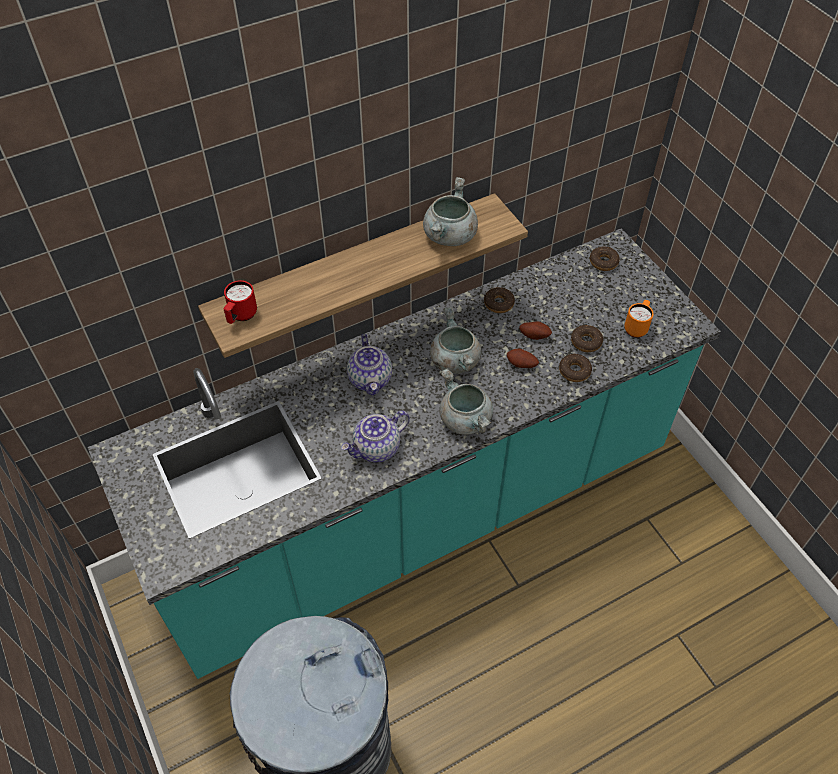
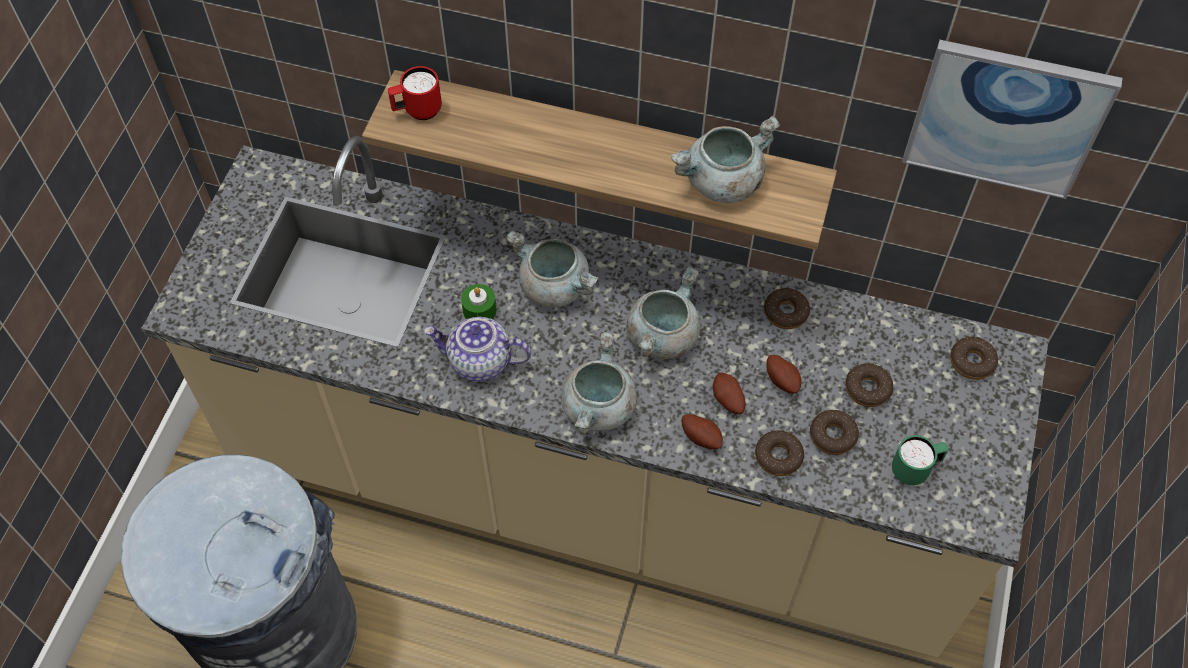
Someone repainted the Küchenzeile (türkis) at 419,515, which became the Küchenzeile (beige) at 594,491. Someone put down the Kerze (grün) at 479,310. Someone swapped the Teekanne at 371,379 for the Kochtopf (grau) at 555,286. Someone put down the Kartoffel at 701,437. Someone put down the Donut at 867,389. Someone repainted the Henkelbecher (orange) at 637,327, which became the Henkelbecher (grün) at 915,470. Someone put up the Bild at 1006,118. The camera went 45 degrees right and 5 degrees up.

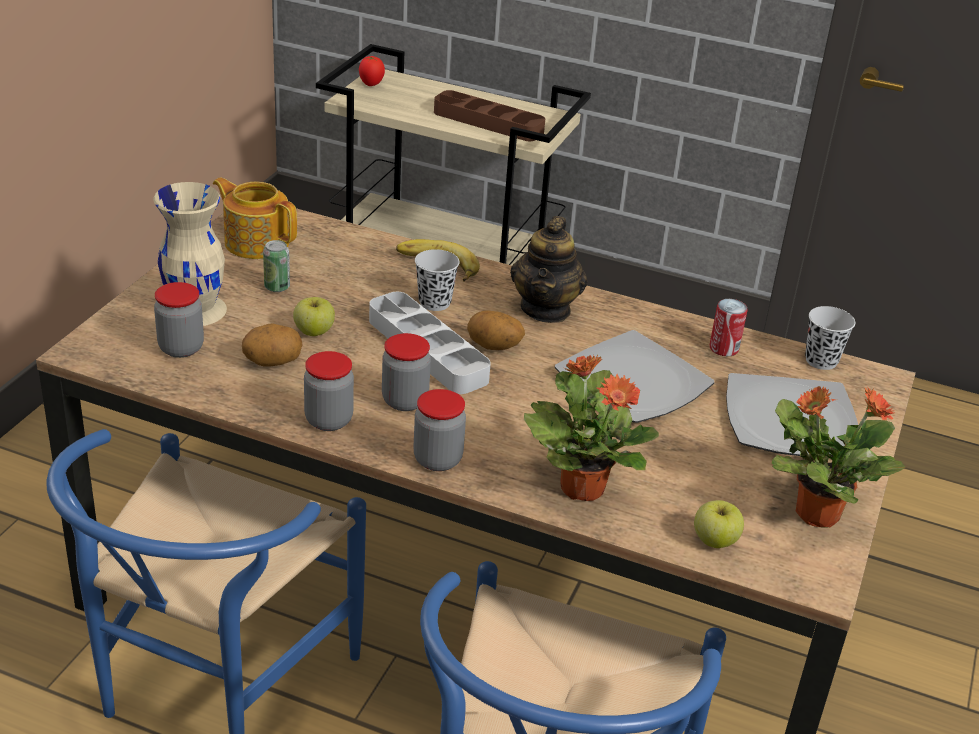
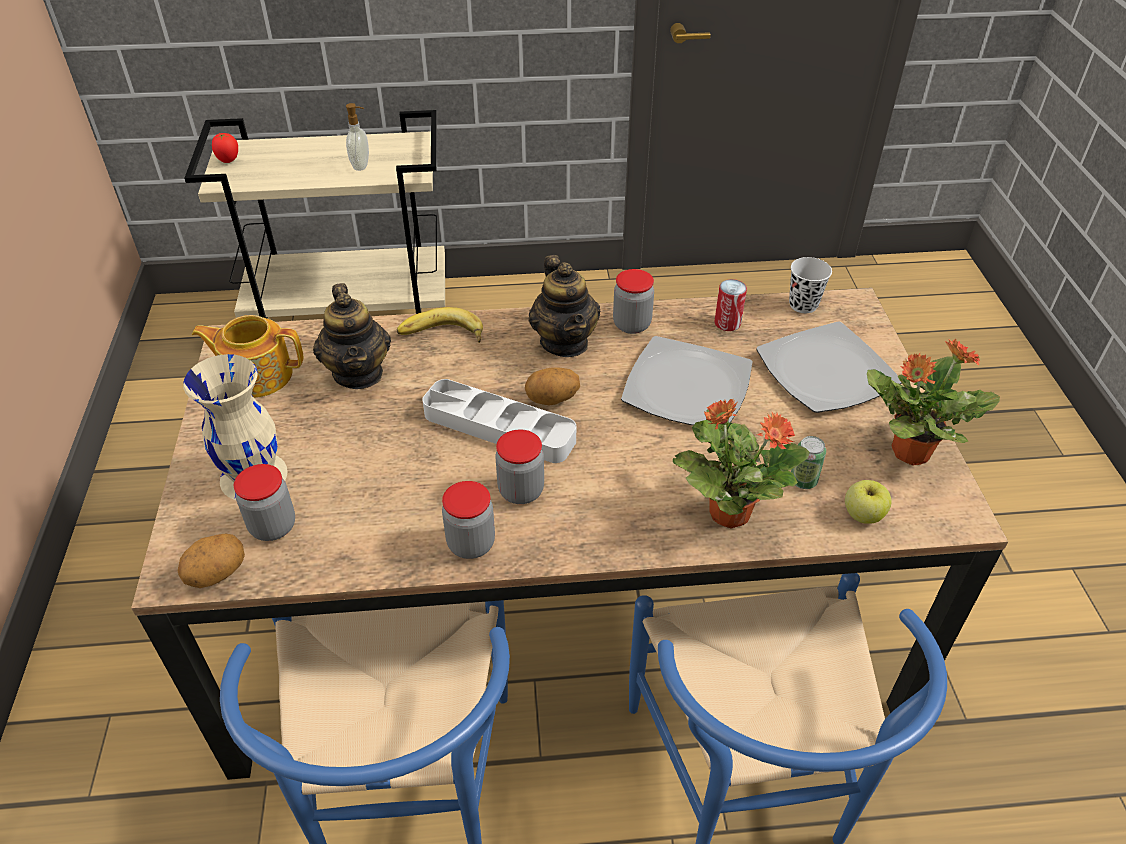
Someone carried the Kartoffel from 272,362 to 217,574. Someone put down the Teekanne at 358,373. Someone swapped the Tablett (braun) at 488,122 for the Seifenspender at 361,165. Someone carried the Vorratsglas from 437,459 to 631,324. Someone carried the Dose from 277,287 to 803,480. Someone took away the Apfel at 314,331. Someone took away the Tasse (schwarz) at 434,303. The camera went 25 degrees left and 10 degrees up.

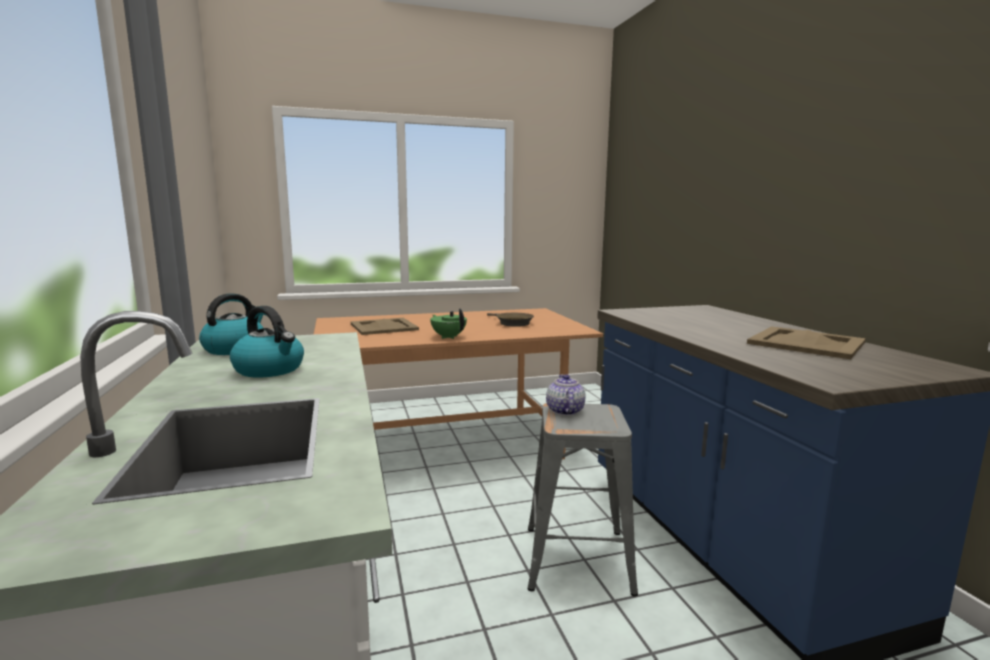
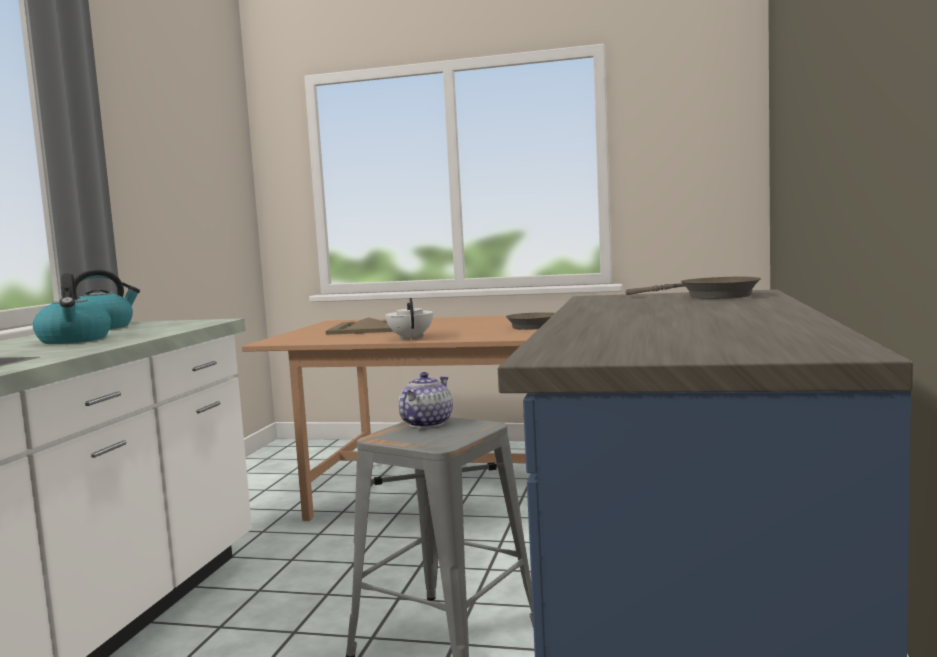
Someone repainted the Teekanne (grün) at 448,337, which became the Teekanne (weiß) at 411,338. Someone put down the Pfanne (braun) at 712,296. Someone took away the Tablett (beige) at 807,343. The camera went 30 degrees right and 5 degrees down.

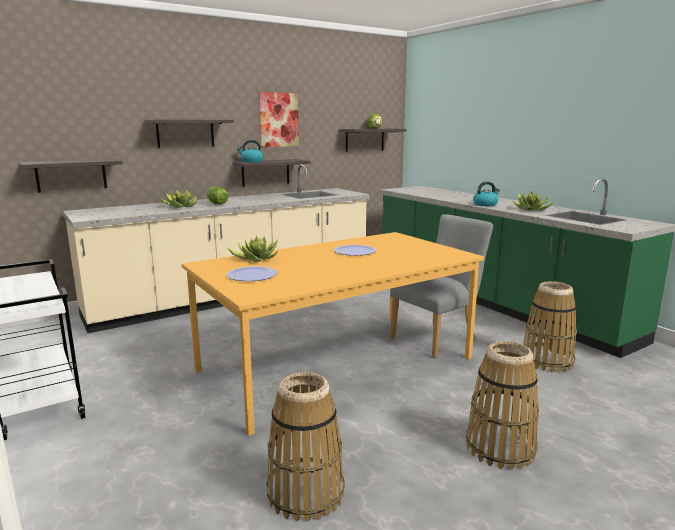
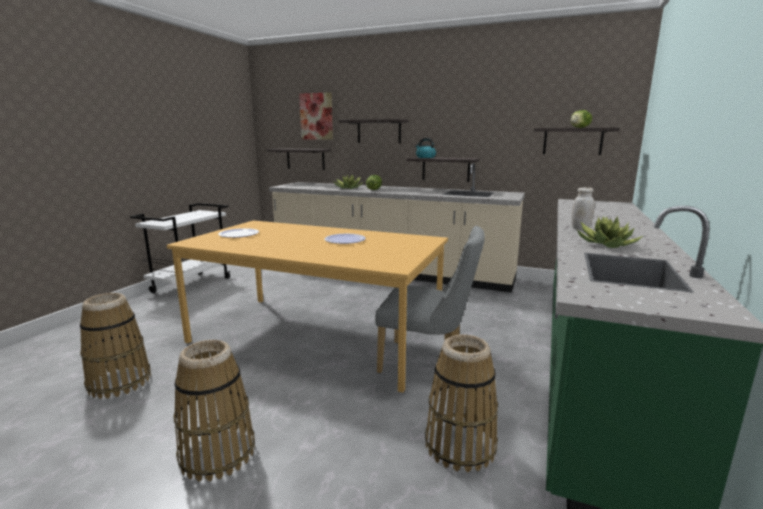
Someone carried the Bild from 278,120 to 316,116. Someone swapped the Wasserkessel at 485,204 for the Vorratsglas (weiß) at 580,228. Someone took away the Topfpflanze at 255,258. The camera went 55 degrees right and 0 degrees up.

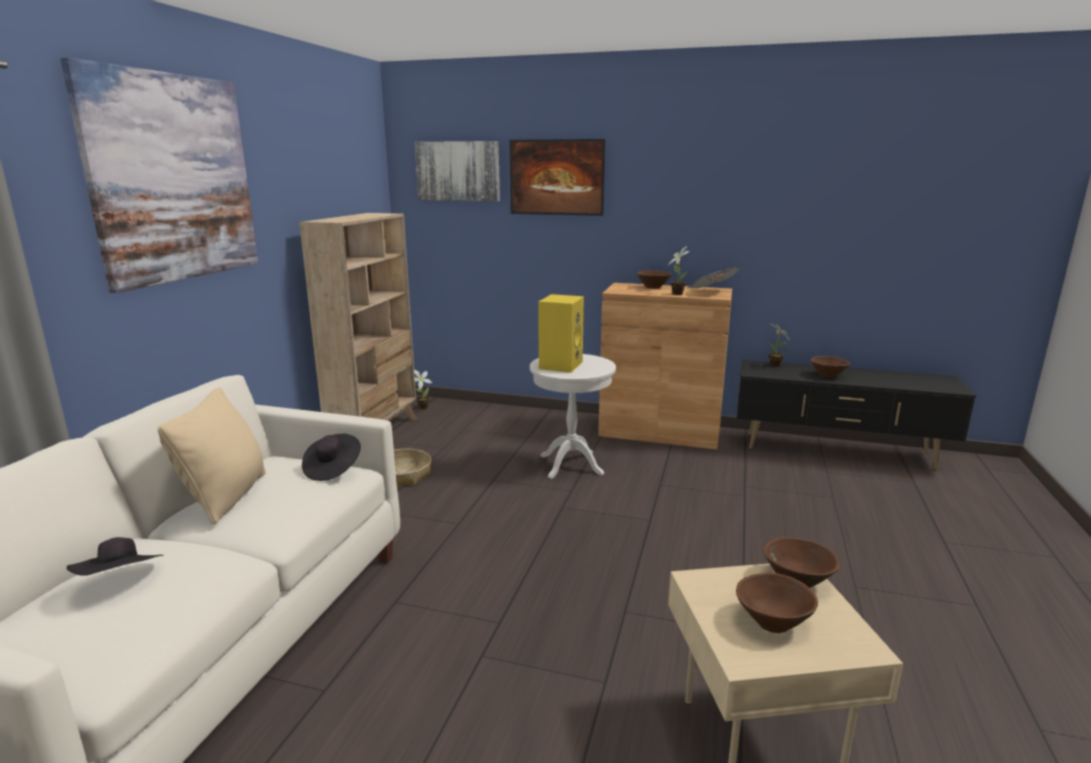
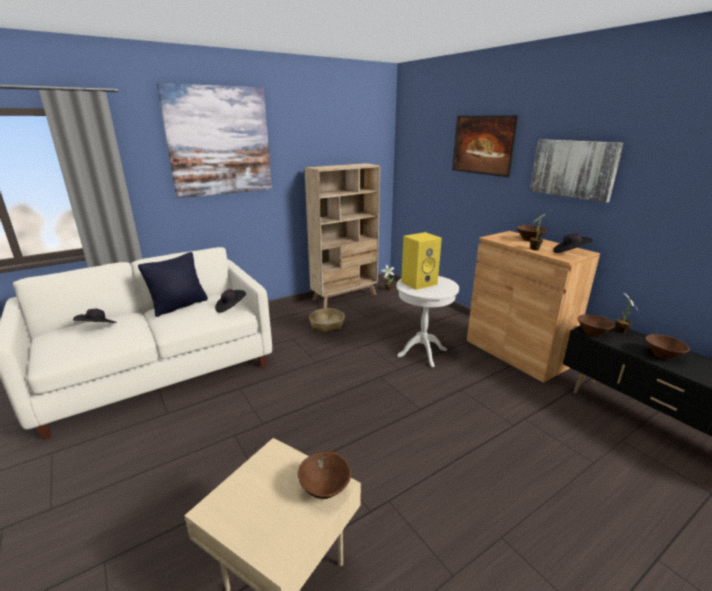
Someone repainted the Kissen (beige) at 226,497, which became the Kissen (schwarz) at 179,306. Someone carried the Bild from 458,171 to 573,169. Someone swapped the Zeitung at 711,292 for the Hut (schwarz) at 569,253. Someone carried the Schüssel (braun) from 773,622 to 593,333. The camera went 40 degrees right and 5 degrees up.

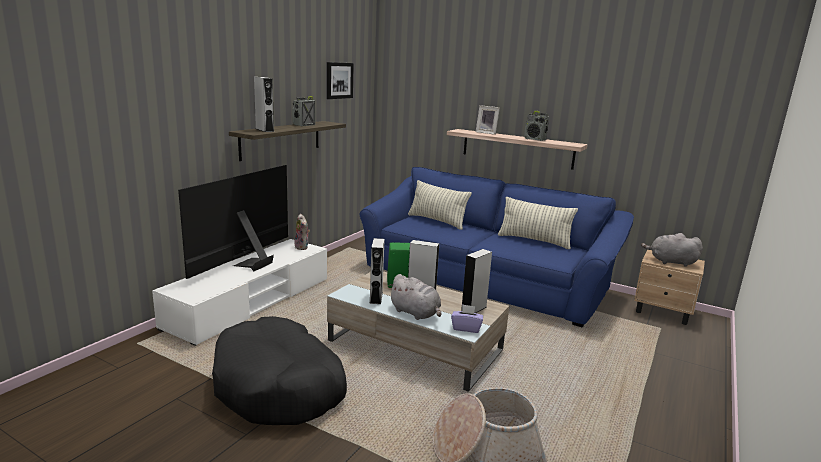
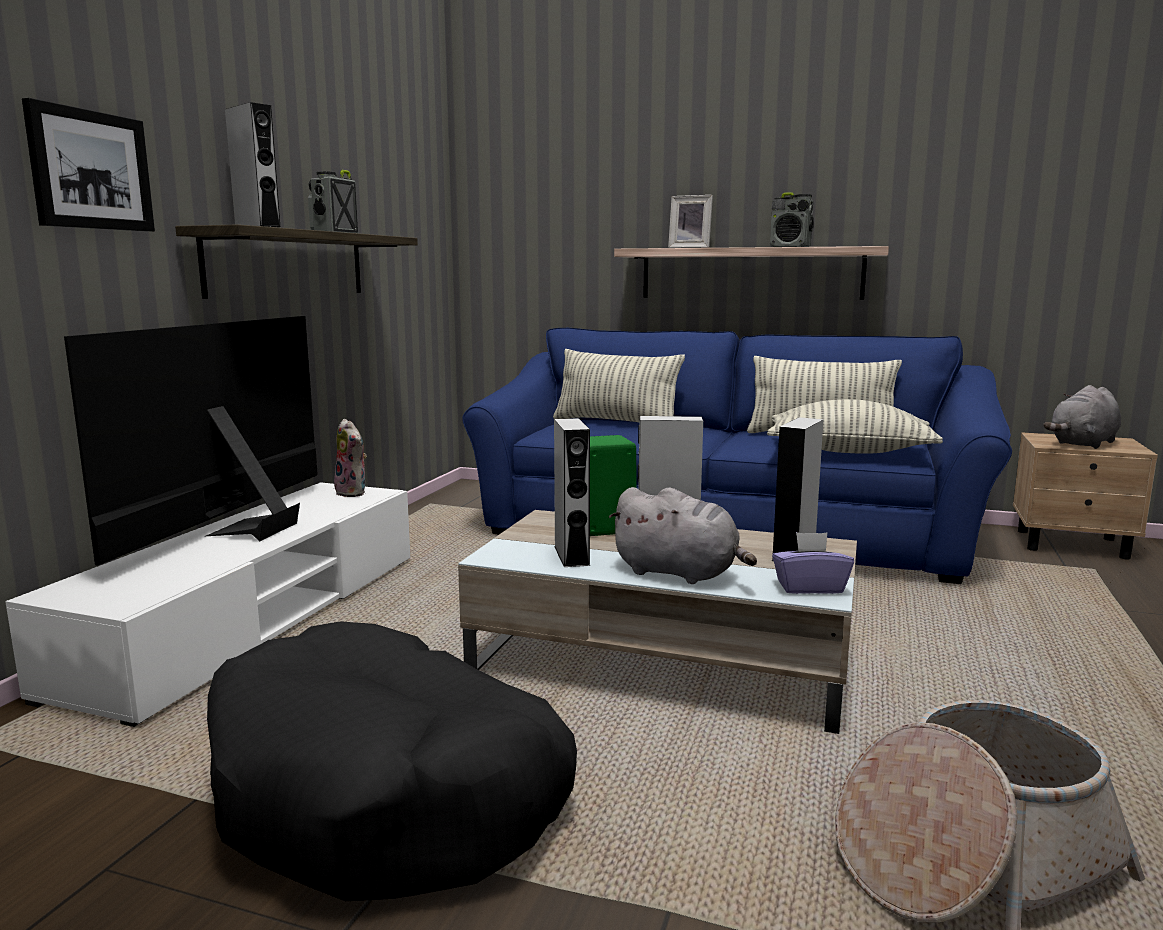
Someone carried the Bild from 339,80 to 90,170. Someone put down the Kissen at 849,451. Someone rotated the Plüschtier (grau) at 670,262 by 45 degrees counterclockwise. The camera went 10 degrees left and 5 degrees down.

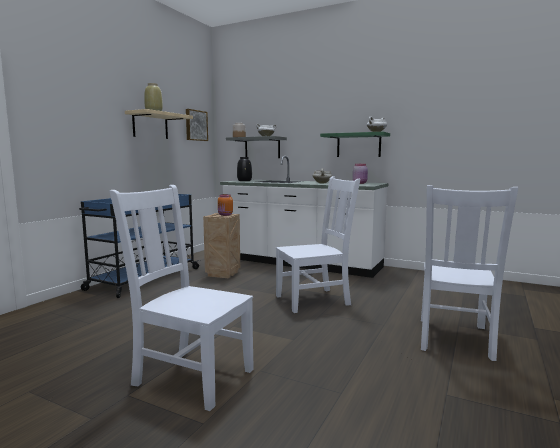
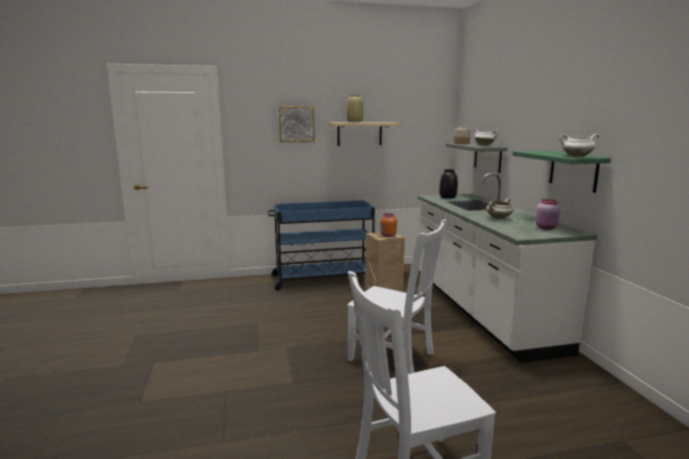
Someone carried the Bild from 195,125 to 296,124. Someone took away the Stuhl (weiß) at 191,376. The camera went 50 degrees right and 5 degrees up.

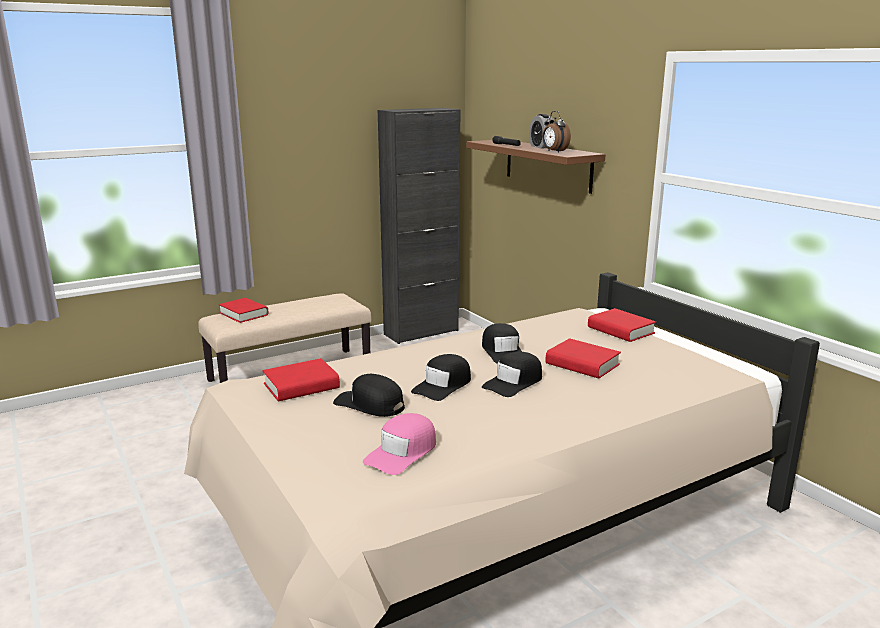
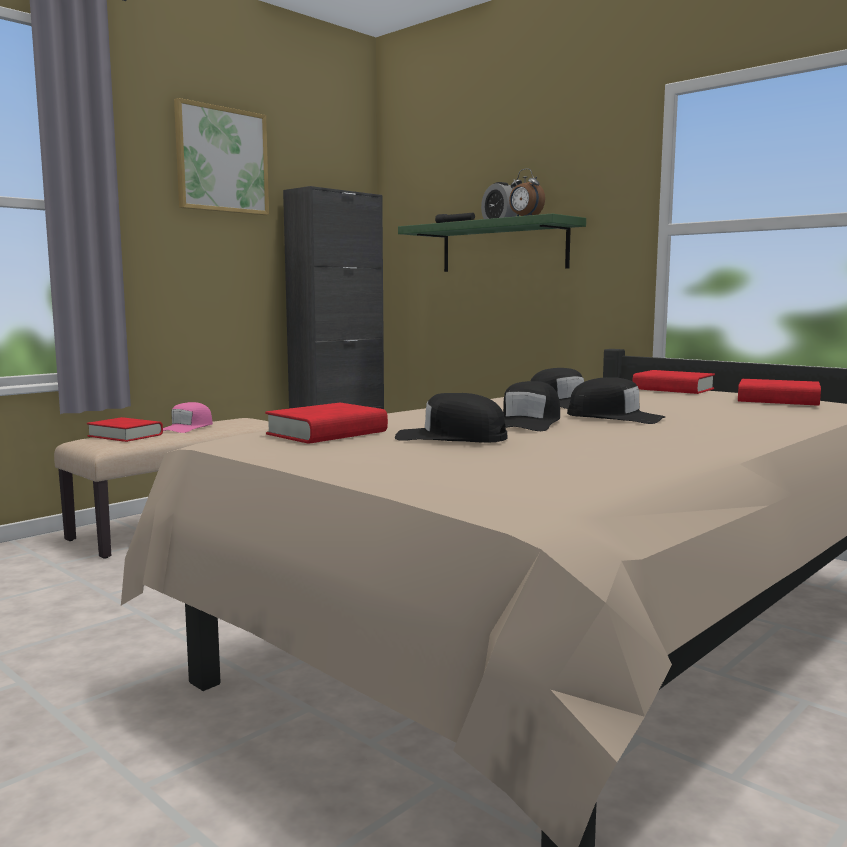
Someone carried the Kappe (rosa) from 402,452 to 187,428. Someone put up the Bild at 221,160. Someone repainted the Wandregal (braun) at 548,165, which became the Wandregal (grün) at 503,247. Someone rotated the Kappe (schwarz) at 513,382 by 90 degrees counterclockwise. Someone carried the Buch (rot) from 582,364 to 778,400. The camera went 15 degrees left and 10 degrees down.

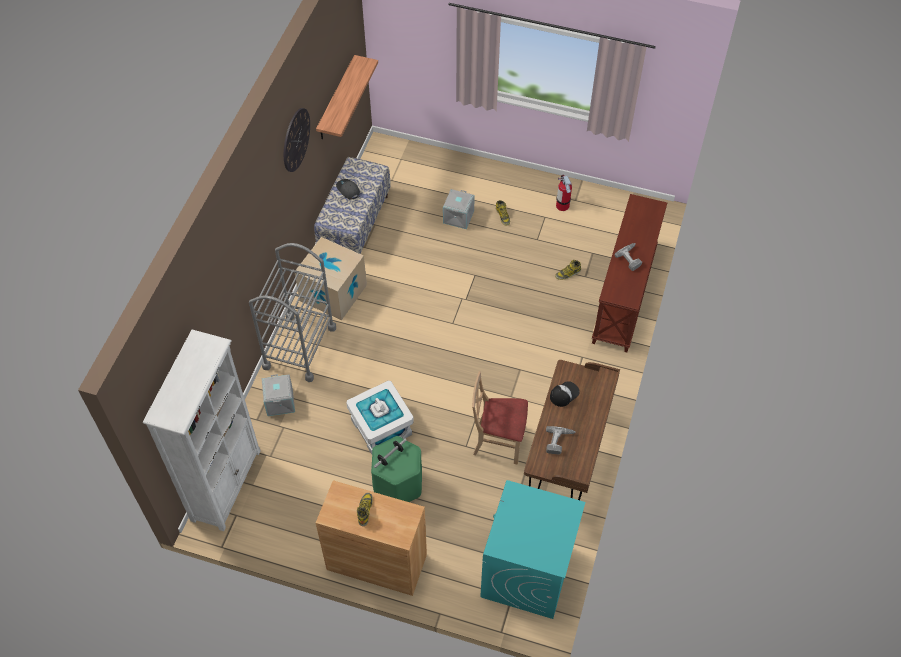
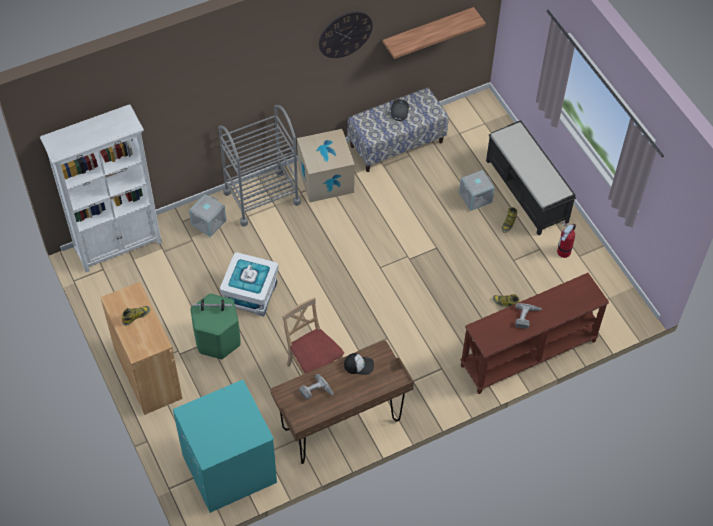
Someone put down the Bank (schwarz) at 527,192. The camera went 45 degrees right and 0 degrees up.

